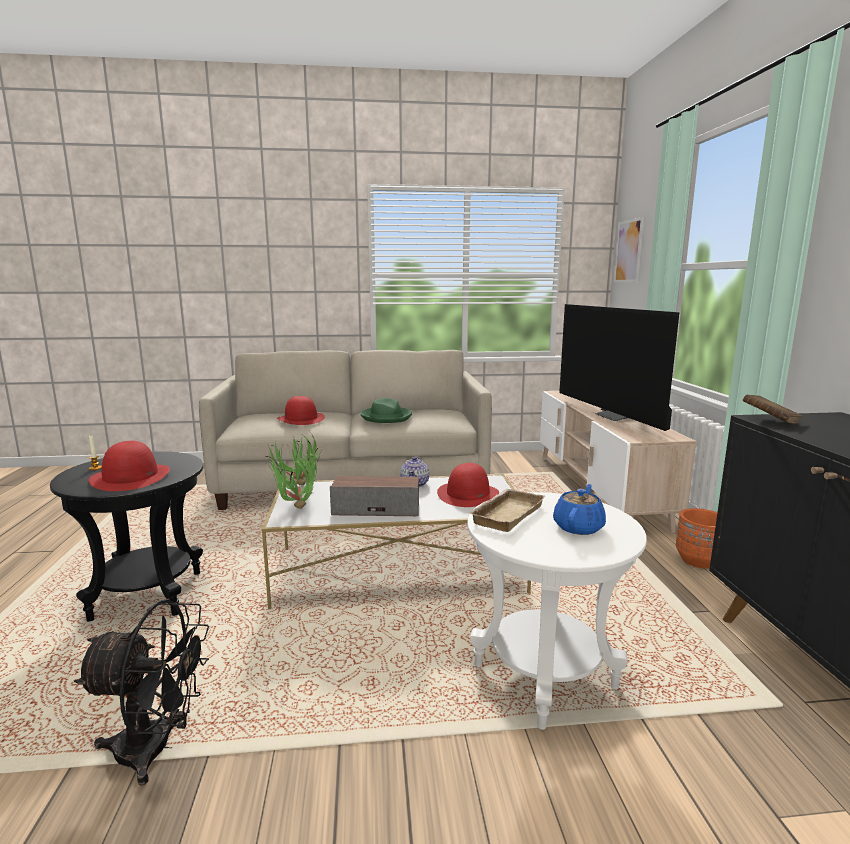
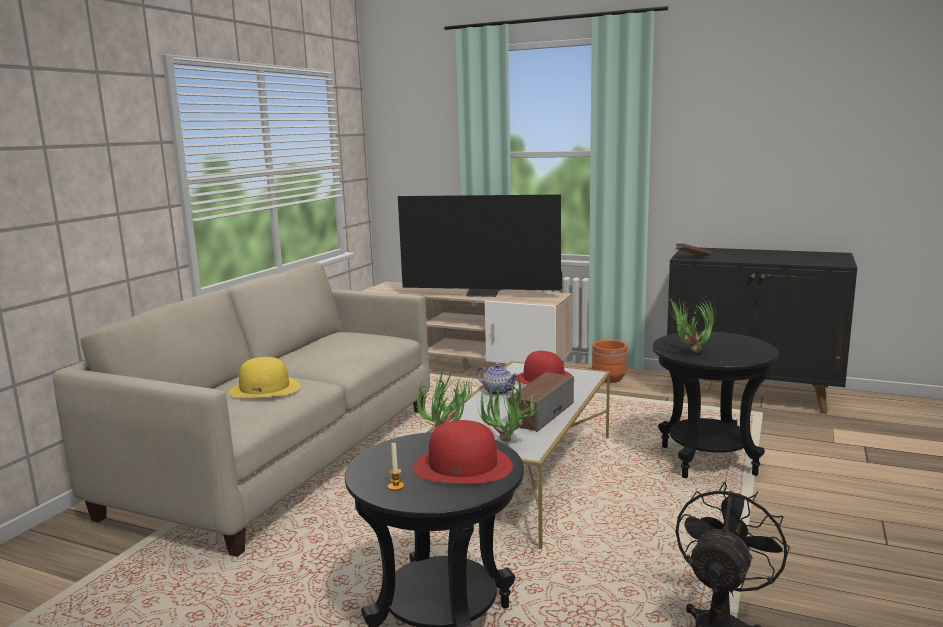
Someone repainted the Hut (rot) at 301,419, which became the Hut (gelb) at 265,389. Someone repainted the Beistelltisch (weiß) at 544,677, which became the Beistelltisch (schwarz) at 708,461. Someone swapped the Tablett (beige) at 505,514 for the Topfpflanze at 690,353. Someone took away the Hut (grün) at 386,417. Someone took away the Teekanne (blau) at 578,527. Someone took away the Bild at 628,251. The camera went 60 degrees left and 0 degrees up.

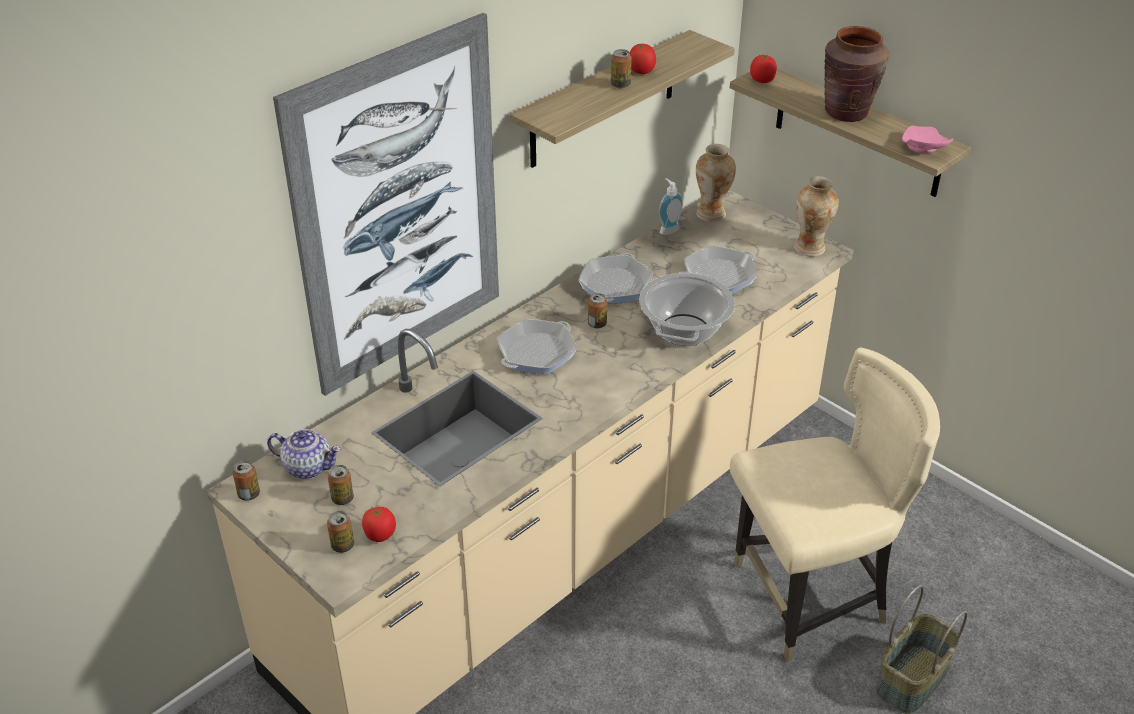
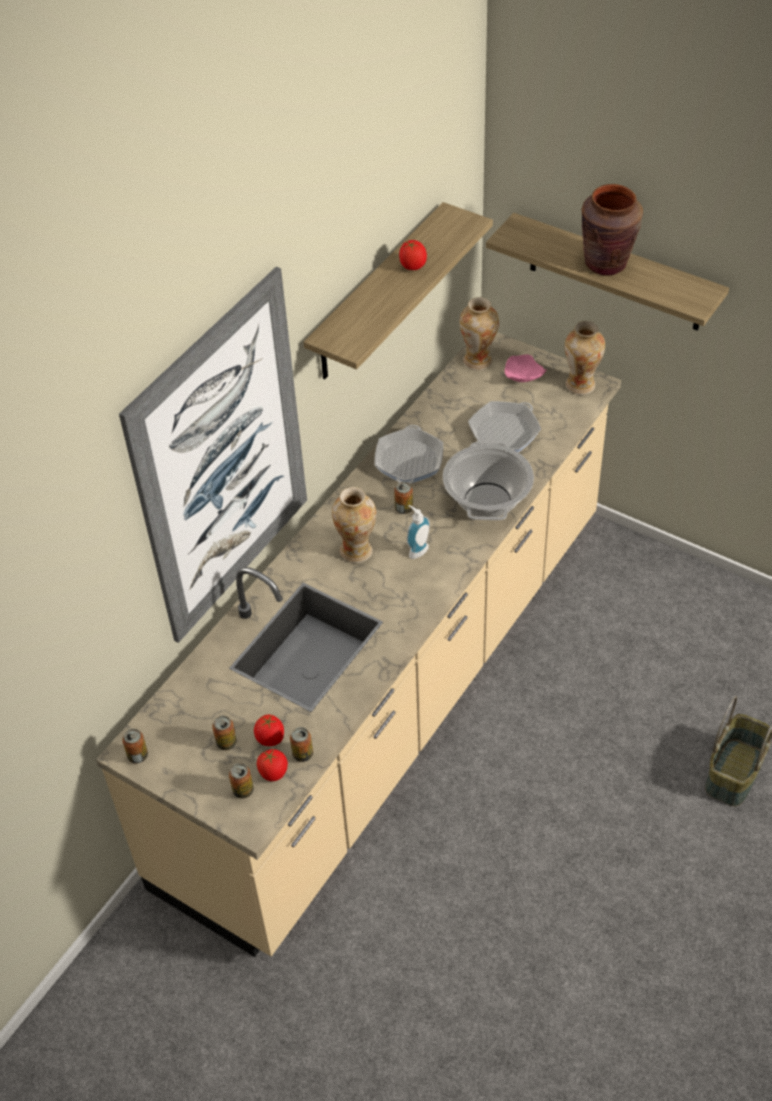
Someone carried the Tomate from 762,80 to 270,738. Someone carried the Dose from 620,85 to 302,754. Someone swapped the Pfanne at 536,353 for the Vase at 356,551. Someone carried the Seifenspender from 668,229 to 416,550. Someone carried the Teller (rosa) from 922,148 to 522,376. Someone took away the Teekanne at 307,467. Someone took away the Stuhl (beige) at 810,598. The camera went 10 degrees left and 10 degrees up.

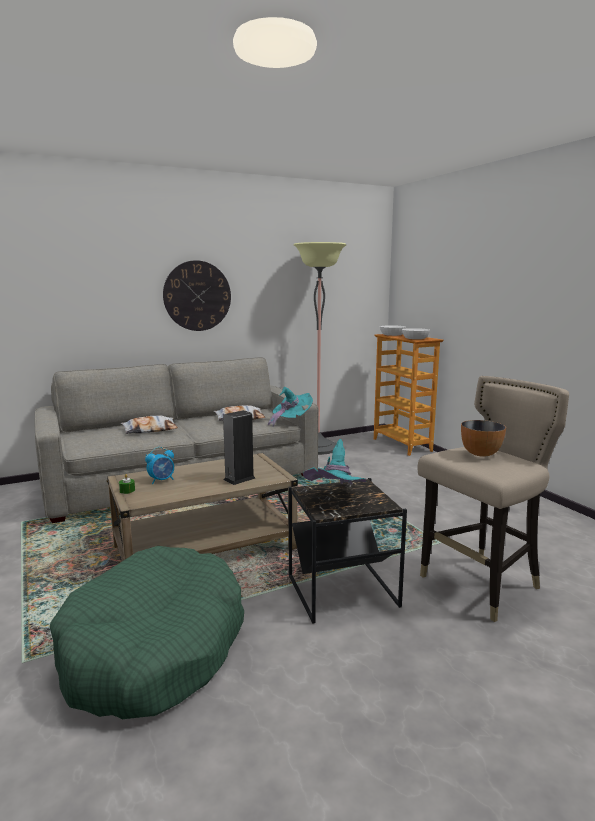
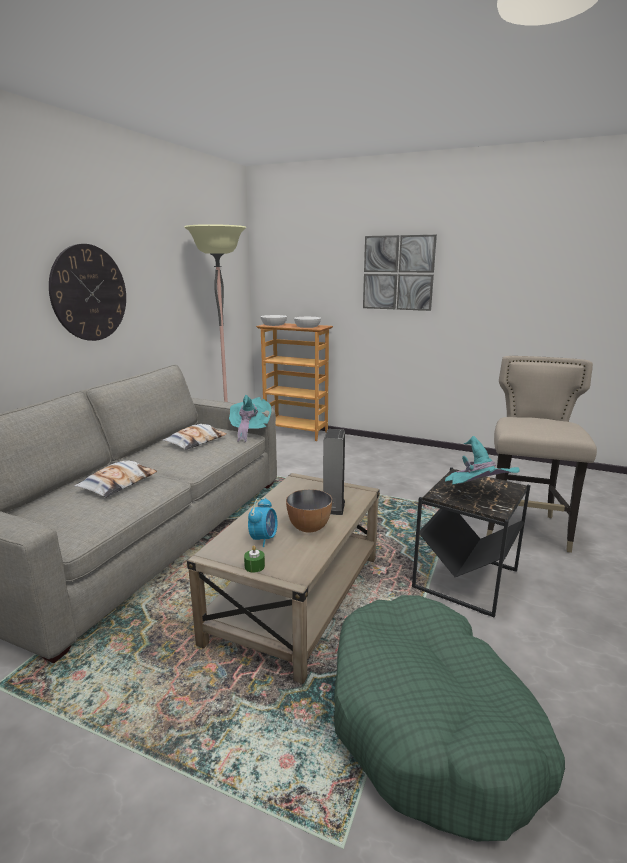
Someone carried the Schüssel from 480,454 to 308,528. Someone put up the Bild at 398,273. The camera went 40 degrees left and 5 degrees up.

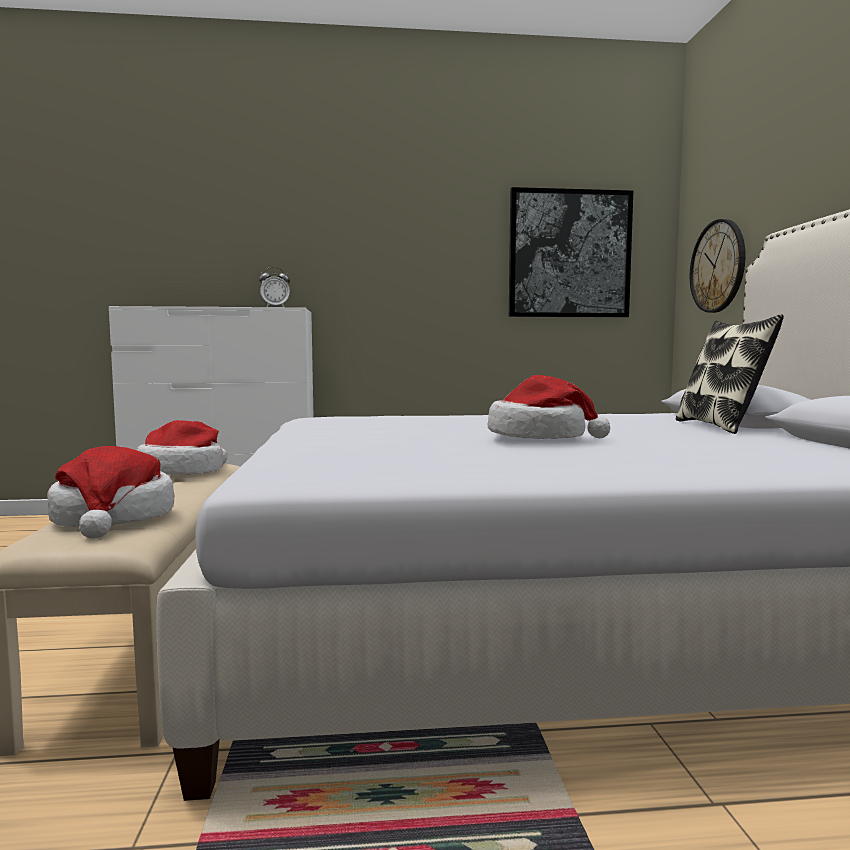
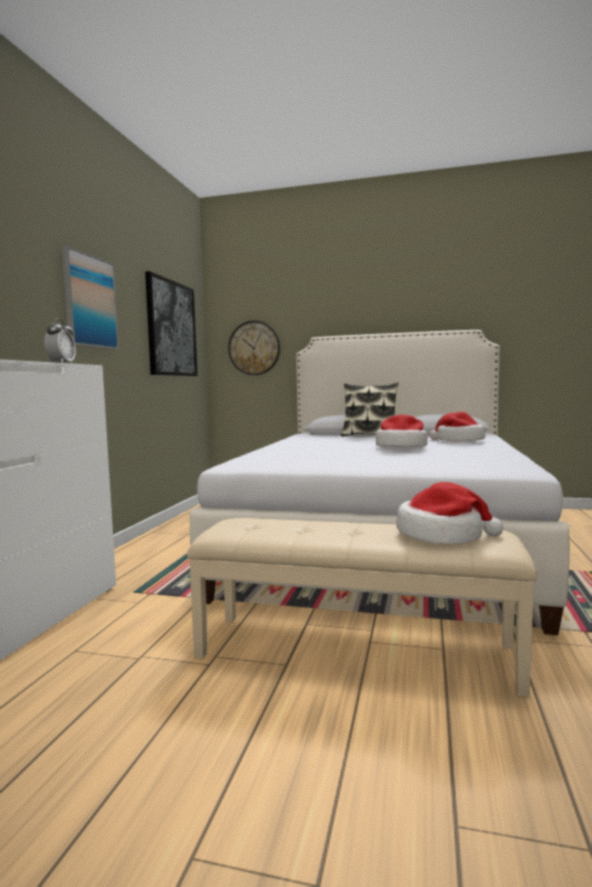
Someone put up the Bild at 90,301. Someone carried the Hut from 183,472 to 458,441. The camera went 70 degrees left and 0 degrees up.

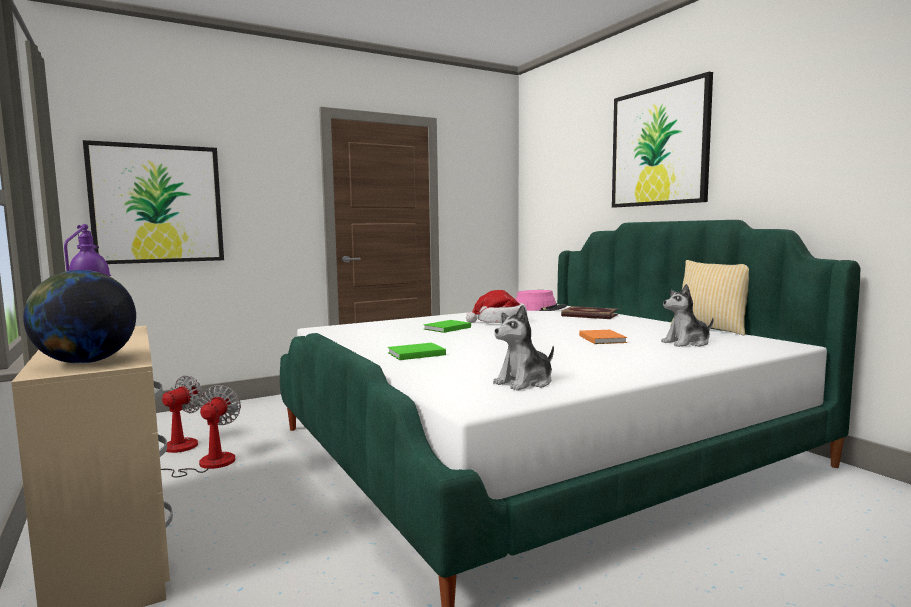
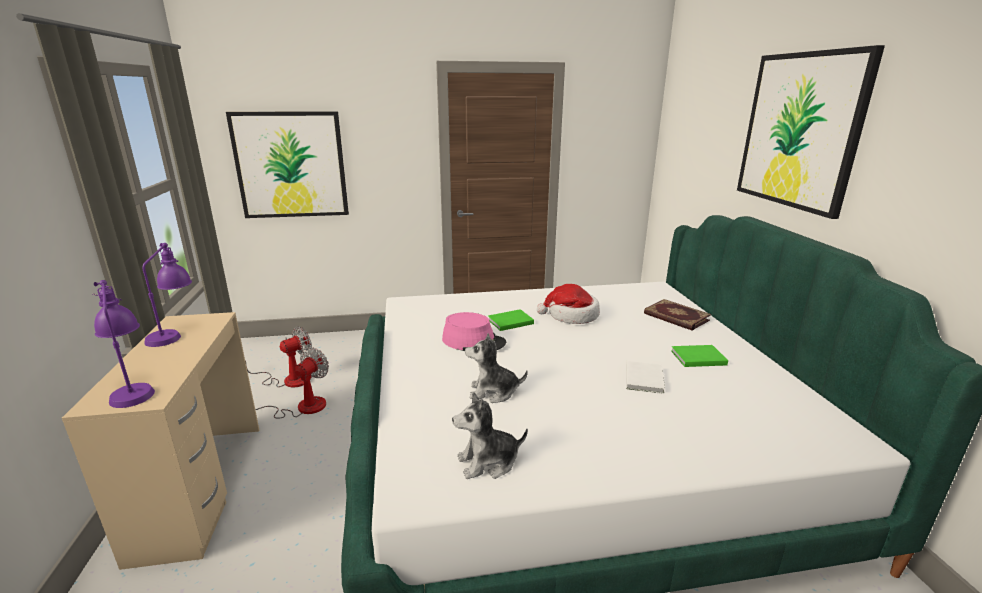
Someone swapped the Globus at 85,362 for the Tischlampe (lila) at 132,389. Someone carried the Hut (rosa) from 540,308 to 473,341. Someone carried the Plüschtier from 687,343 to 493,392. Someone repainted the Buch (orange) at 602,339, which became the Buch (weiß) at 644,378. Someone carried the Buch (grün) from 414,354 to 696,357. Someone took away the Kissen at 712,329. The camera went 20 degrees right and 15 degrees up.

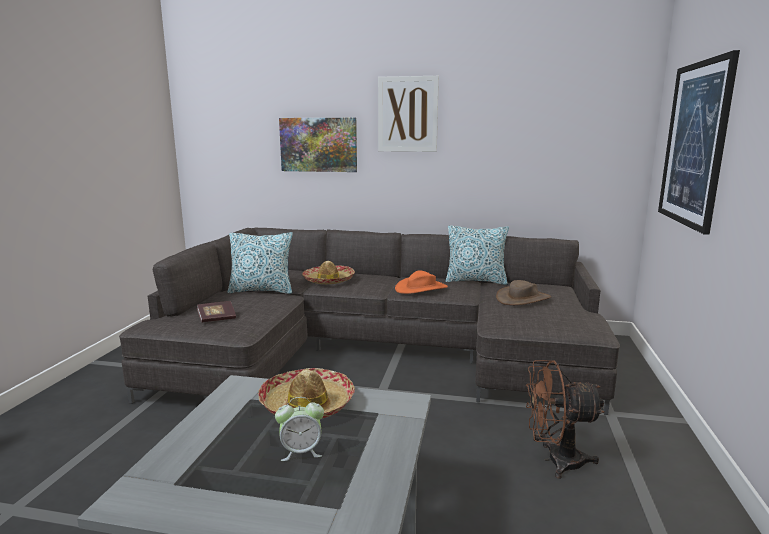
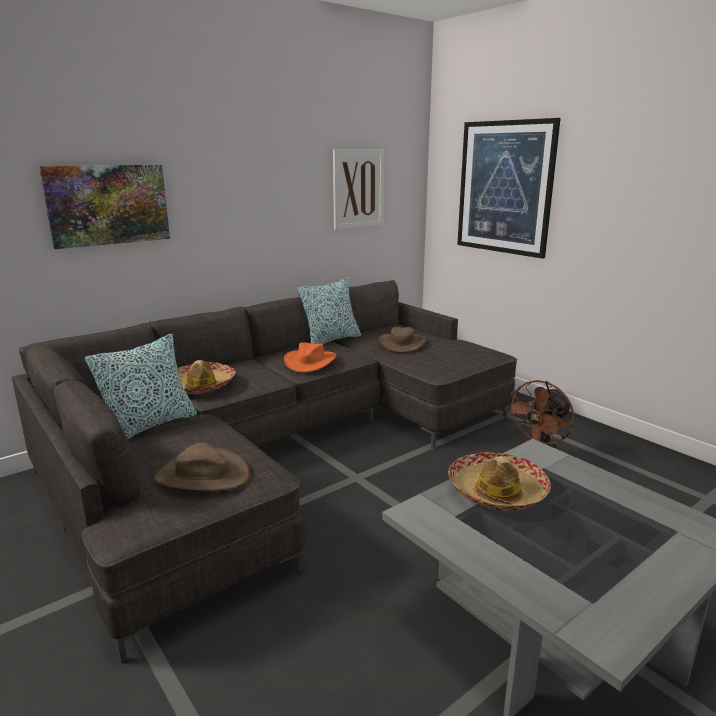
Someone swapped the Buch at 217,319 for the Hut (braun) at 202,476. Someone carried the Bild from 407,114 to 358,189. Someone took away the Wecker at 301,452. The camera went 50 degrees left and 5 degrees up.

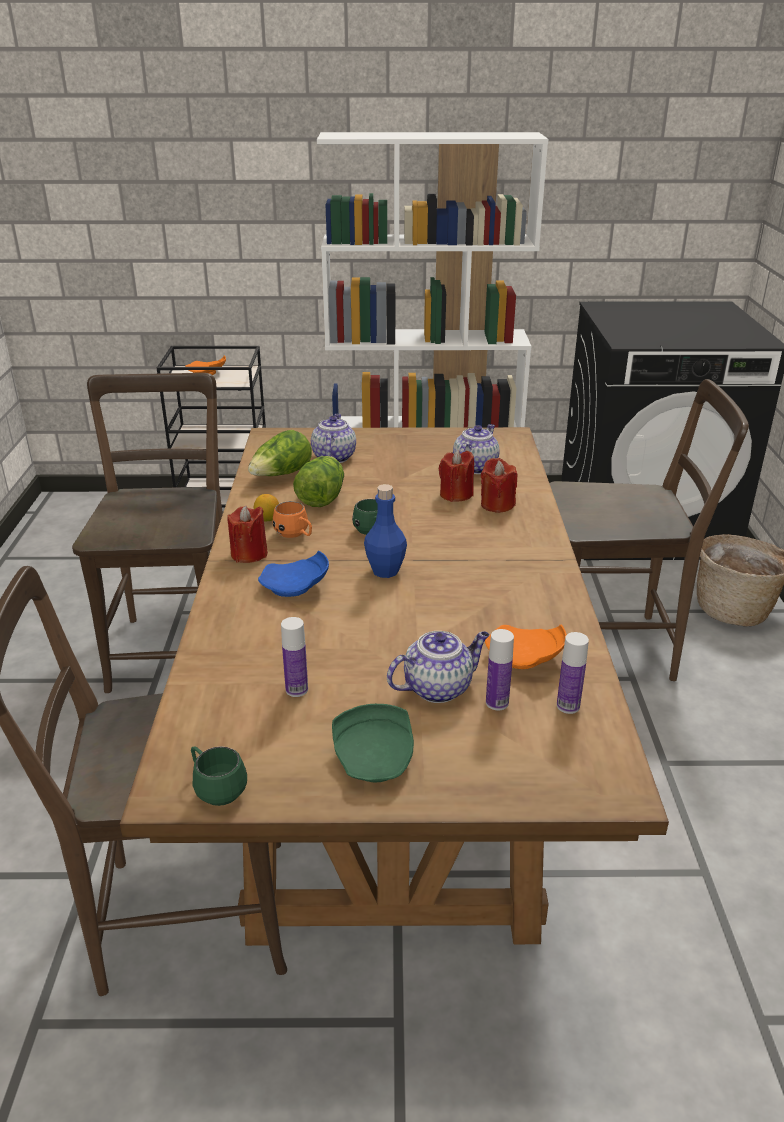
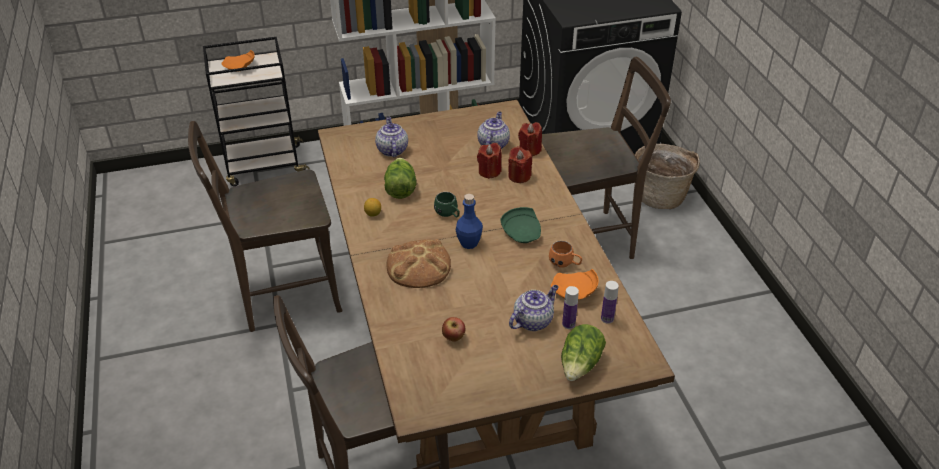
Someone rotated the Stuhl (braun) at 176,646 by 90 degrees counterclockwise. Someone swapped the Teller (blau) at 296,587 for the Brot at 419,266. Someone swapped the Flasche at 296,689 for the Apfel at 453,338. Someone carried the Teller (grün) from 375,758 to 522,233. Someone carried the Kerze (rot) from 249,554 to 529,150. Someone carried the Henkelbecher (orange) from 295,536 to 565,264. Someone carried the Salatkopf from 281,475 to 580,364. Someone took away the Henkelbecher (grün) at 216,789. The camera went 15 degrees left and 10 degrees up.

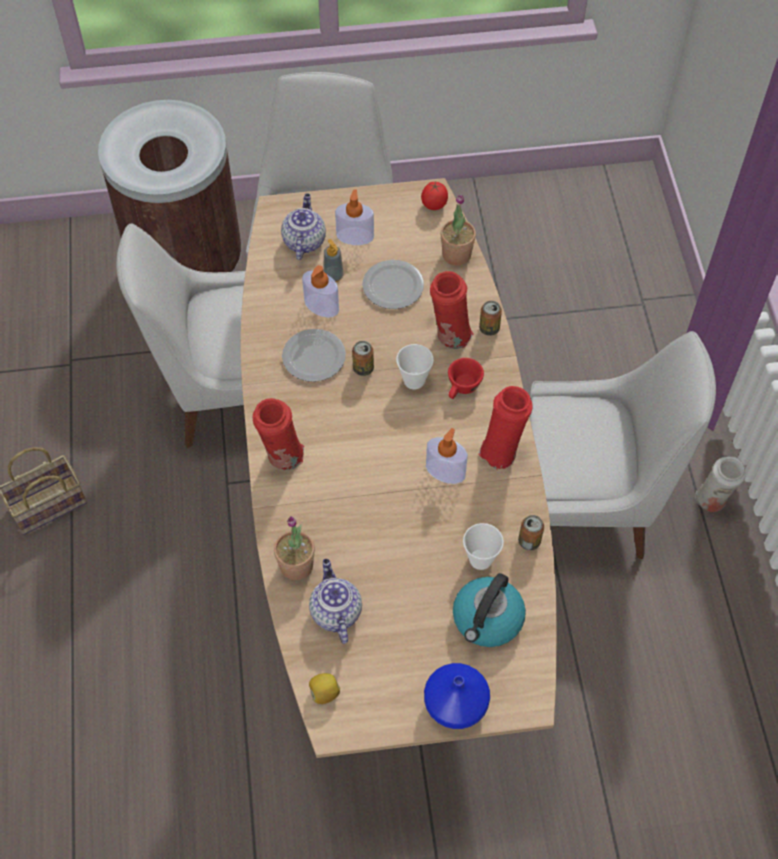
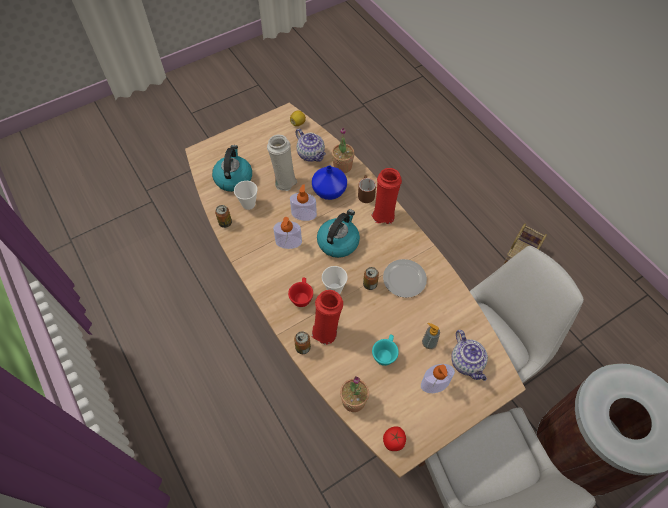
Someone carried the Vase (weiß) from 712,502 to 284,181. Someone carried the Seifenspender from 321,306 to 304,214. Someone carried the Vase (blau) from 457,705 to 328,191. Someone put down the Wasserkessel at 338,242. Someone put down the Henkelbecher (braun) at 365,193. Someone swapped the Teller at 393,285 for the Tasse (türkis) at 385,353. Someone took away the Vase (rot) at 501,451. Someone took away the Stuhl (weiß) at 590,503. The camera went 155 degrees right and 0 degrees up.

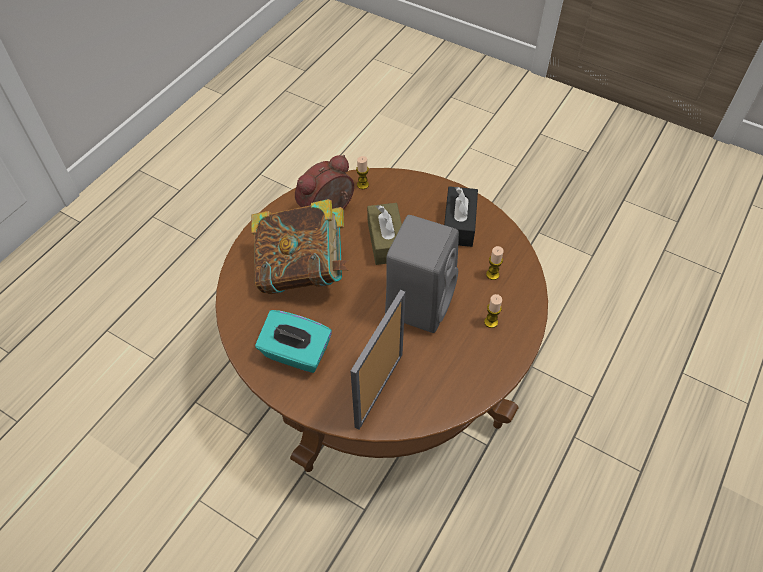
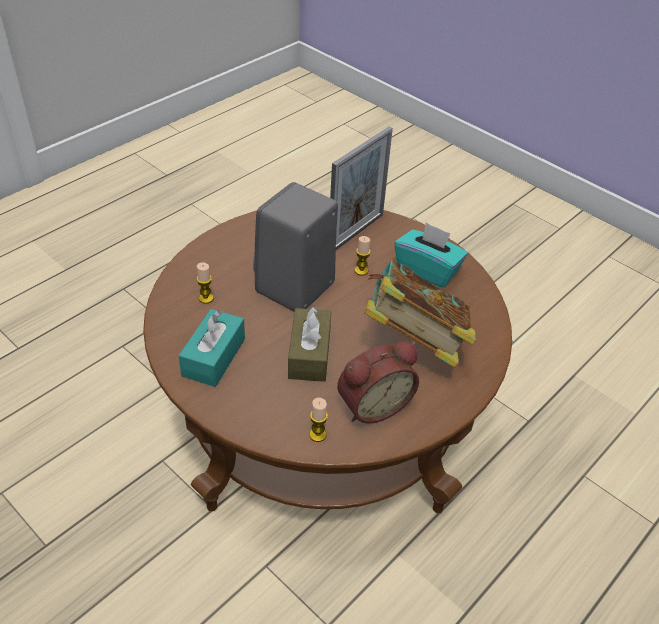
Someone repainted the Taschentuchbox (schwarz) at 459,224, which became the Taschentuchbox (türkis) at 214,357. Someone carried the Kerze from 491,322 to 361,270. The camera went 170 degrees left and 10 degrees down.

